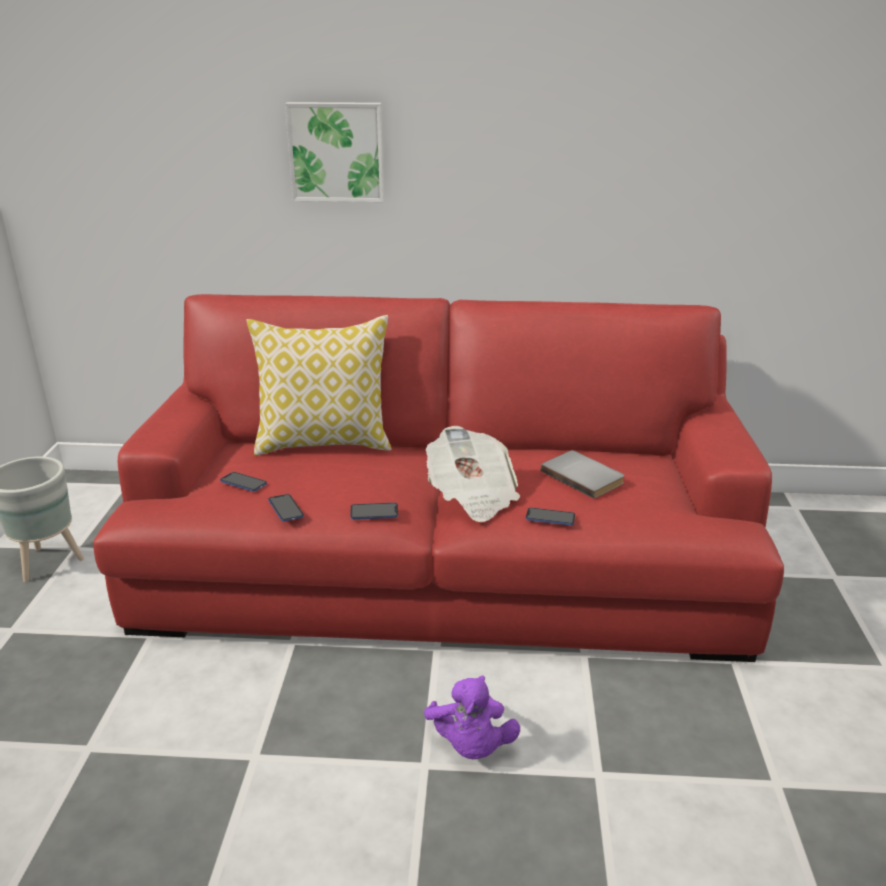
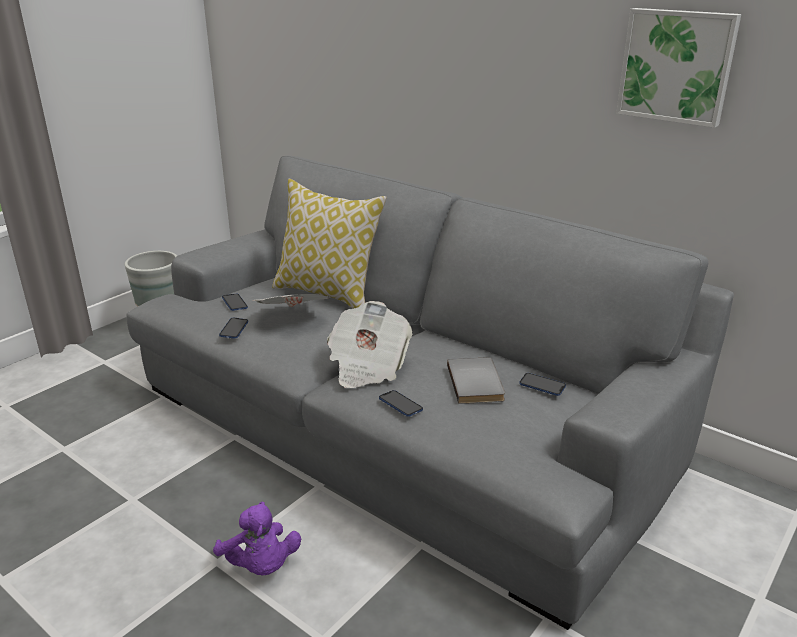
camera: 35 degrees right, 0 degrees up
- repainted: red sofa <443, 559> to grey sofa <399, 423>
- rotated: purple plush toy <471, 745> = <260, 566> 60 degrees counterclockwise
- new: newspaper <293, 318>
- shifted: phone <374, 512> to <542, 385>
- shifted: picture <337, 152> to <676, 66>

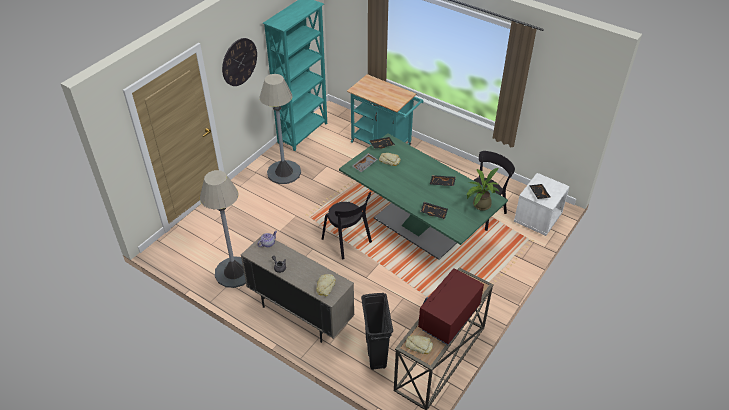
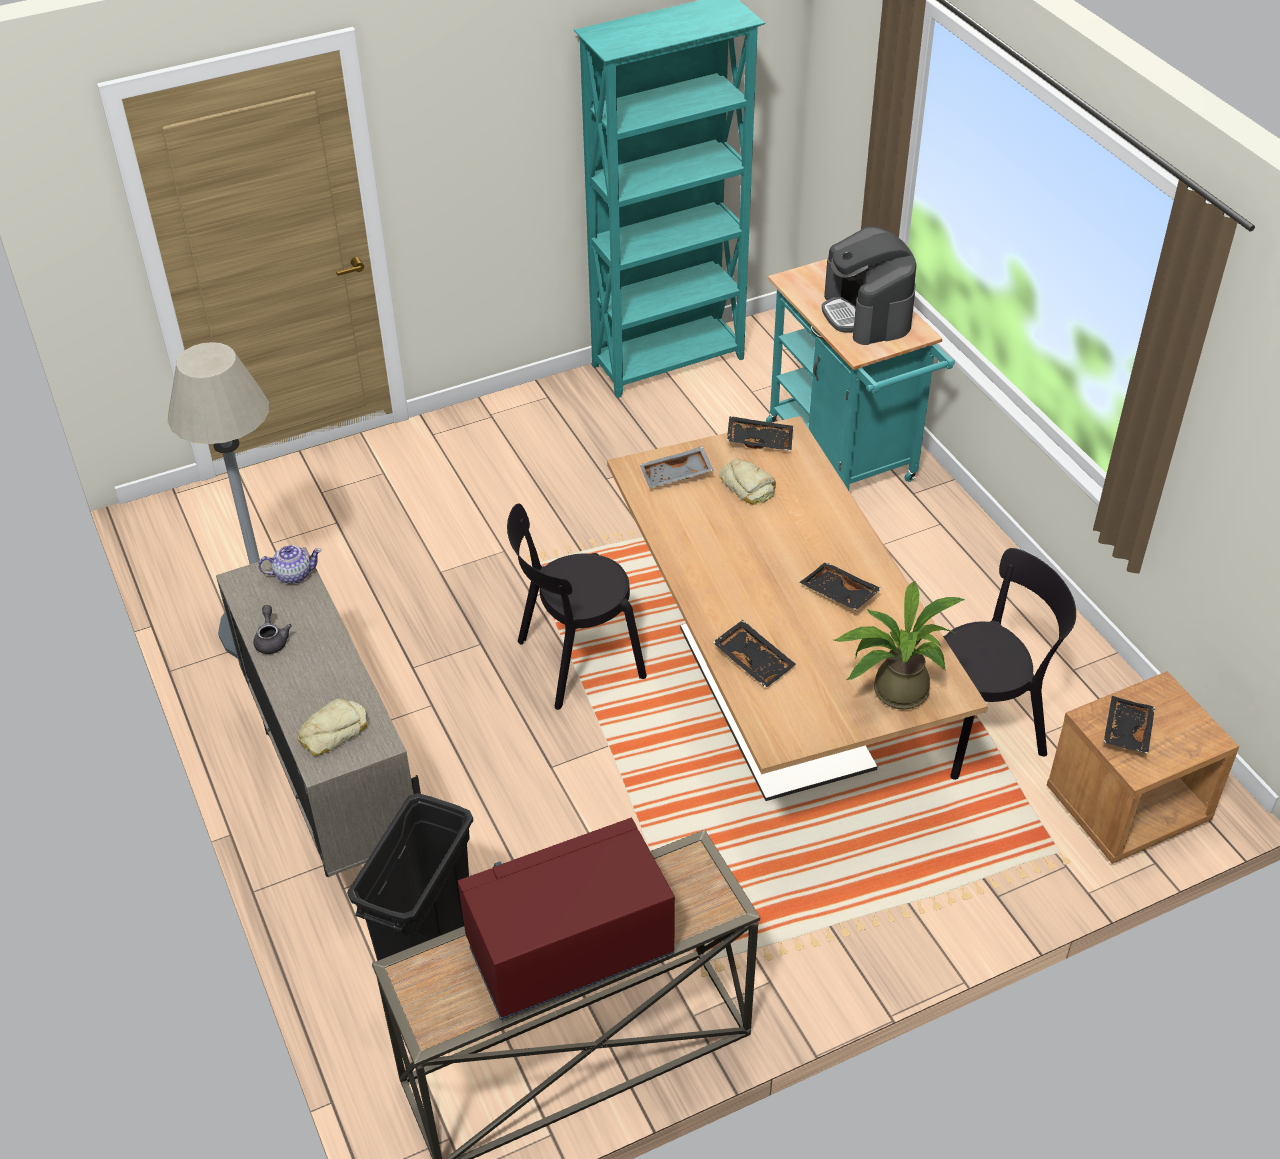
camera: 30 degrees right, 0 degrees up
- rotated: black chair <348, 242> = <575, 661> 75 degrees clockwise
- repainted: green dining table <418, 228> to beige dining table <774, 697>
- new: coffee machine <867, 314>
- repainted: white nightstand <537, 219> to brown nightstand <1126, 808>
- gone: wall clock <239, 62>
- gone: grey floor lamp <284, 172>
- gone: bread <419, 345>

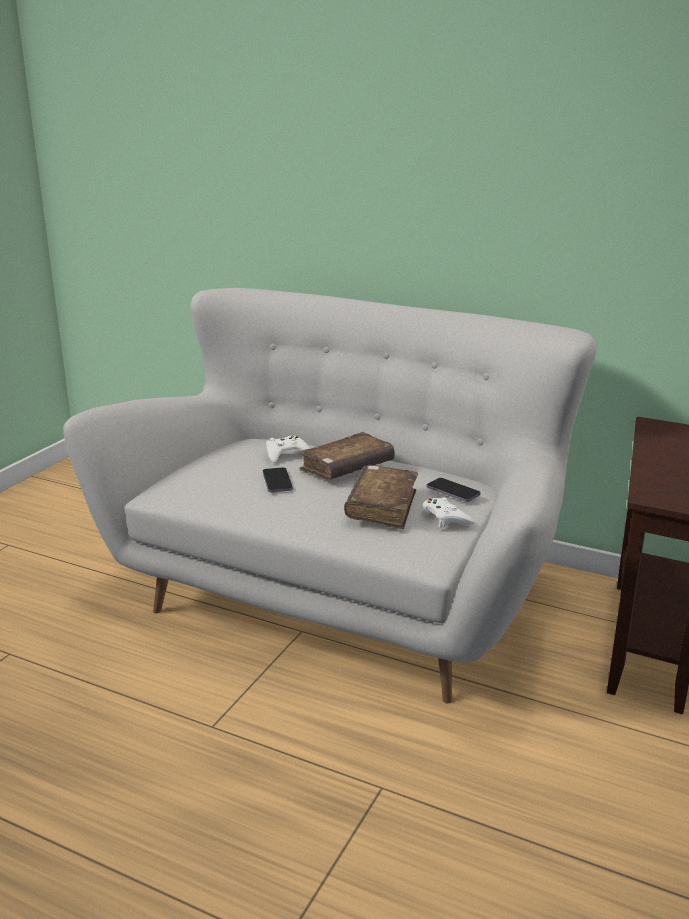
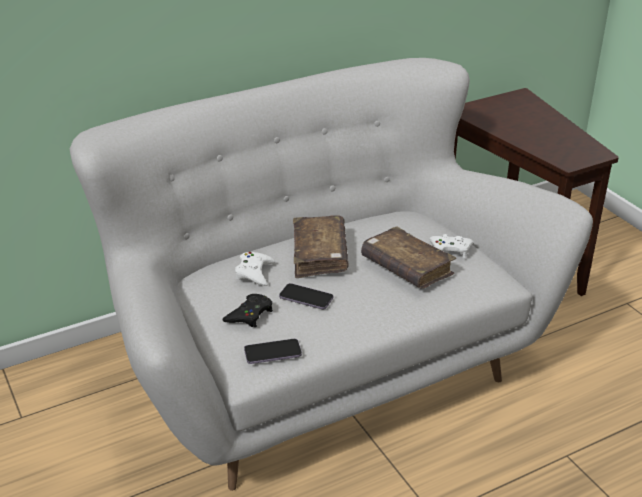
camera: 55 degrees left, 10 degrees up
- new: black game controller <249, 315>
- shifted: phone <453, 491> to <272, 353>

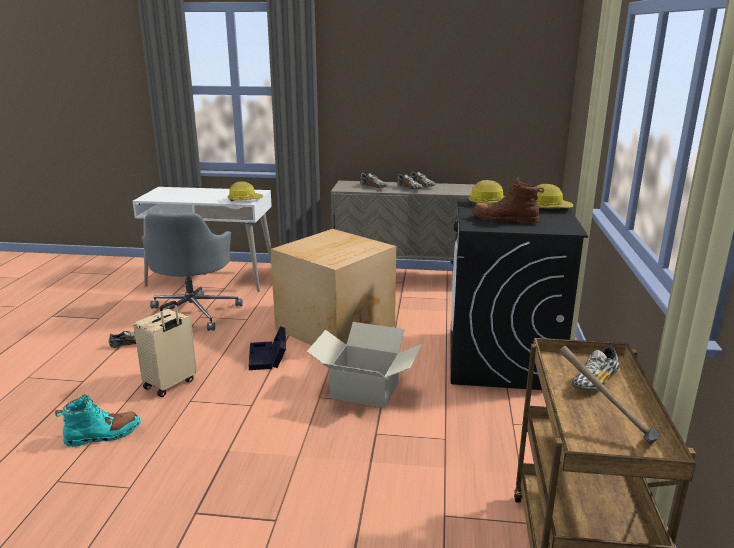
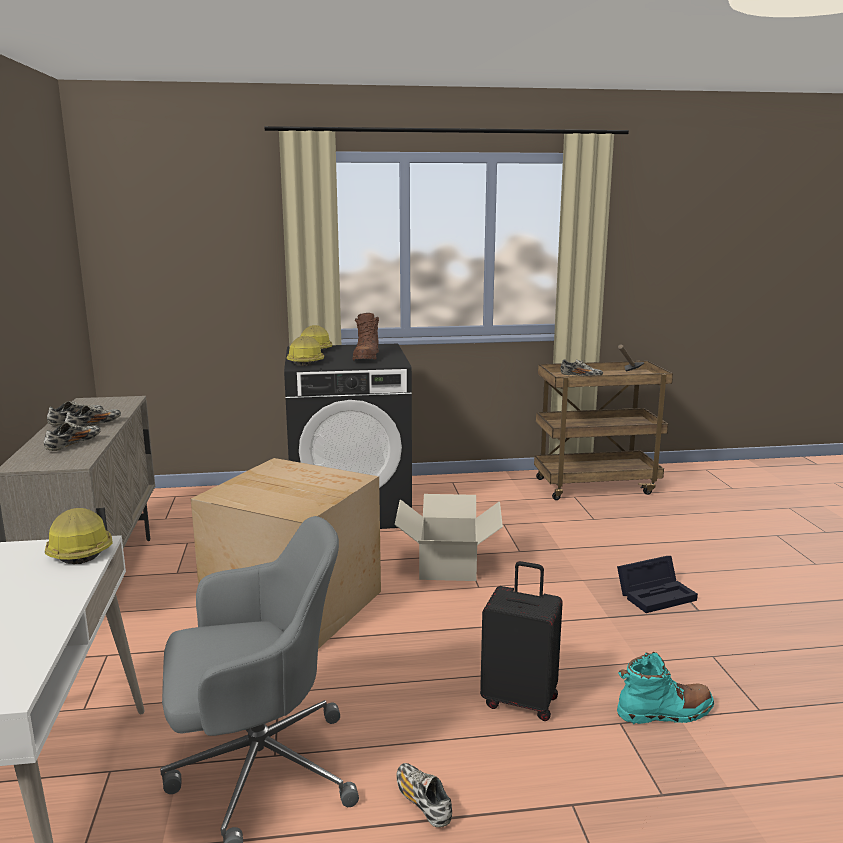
camera: 105 degrees left, 5 degrees down
- repainted: beige suitcase <171, 384> to black suitcase <520, 700>
- shifted: black storage box <268, 358> to <656, 594>
- rotated: turquoise boot <103, 435> = <665, 712> 120 degrees clockwise

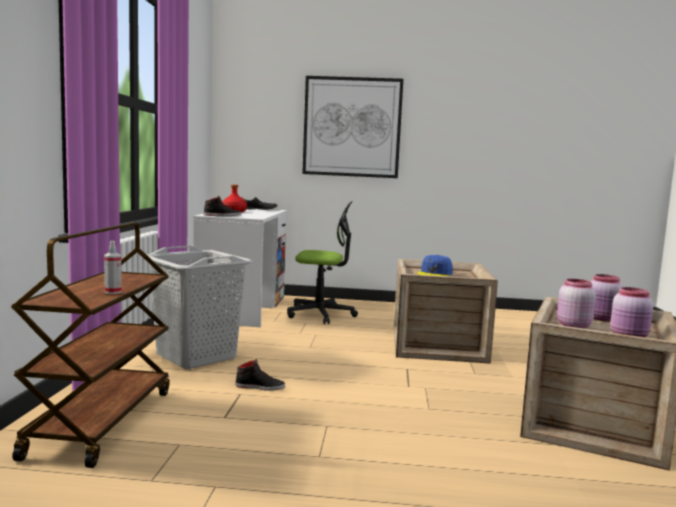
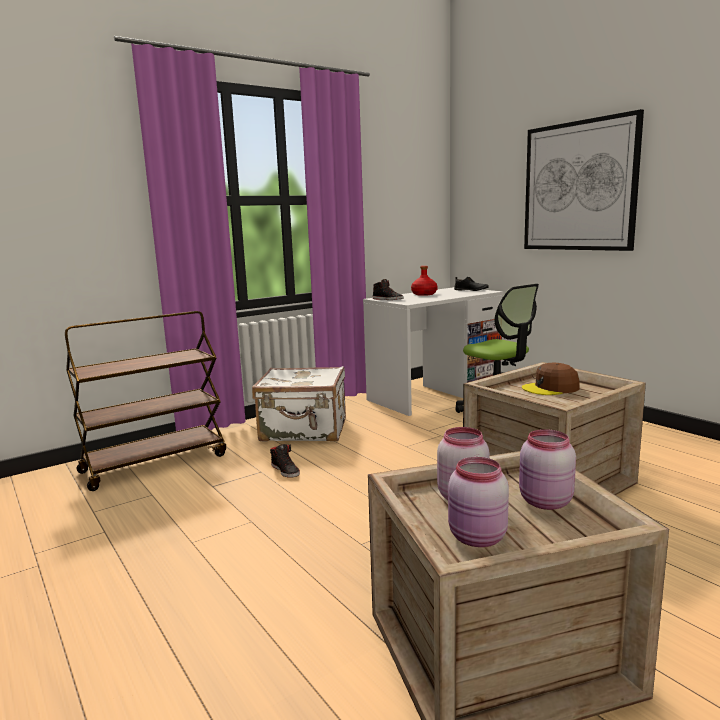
camera: 50 degrees right, 5 degrees up
- swapped: grey laundry basket <196, 356> to white suitcase <304, 431>
- repainted: blue cap <435, 273> to brown cap <551, 388>
- gone: spray bottle <113, 292>

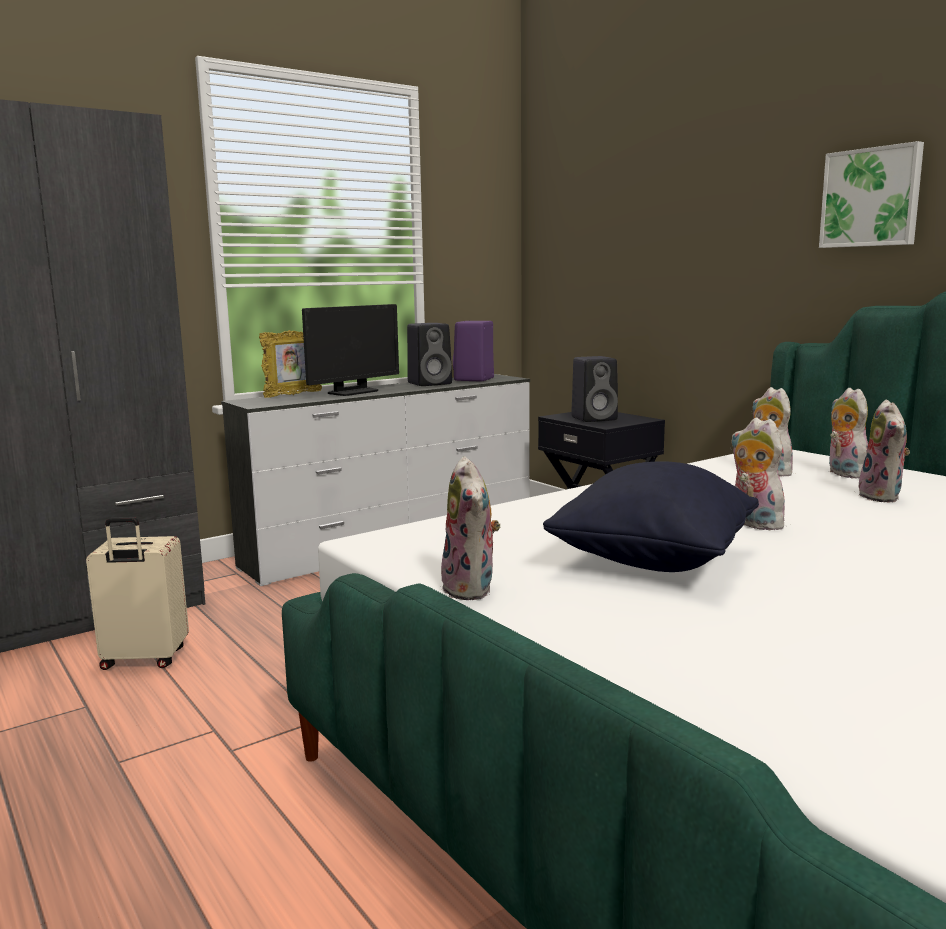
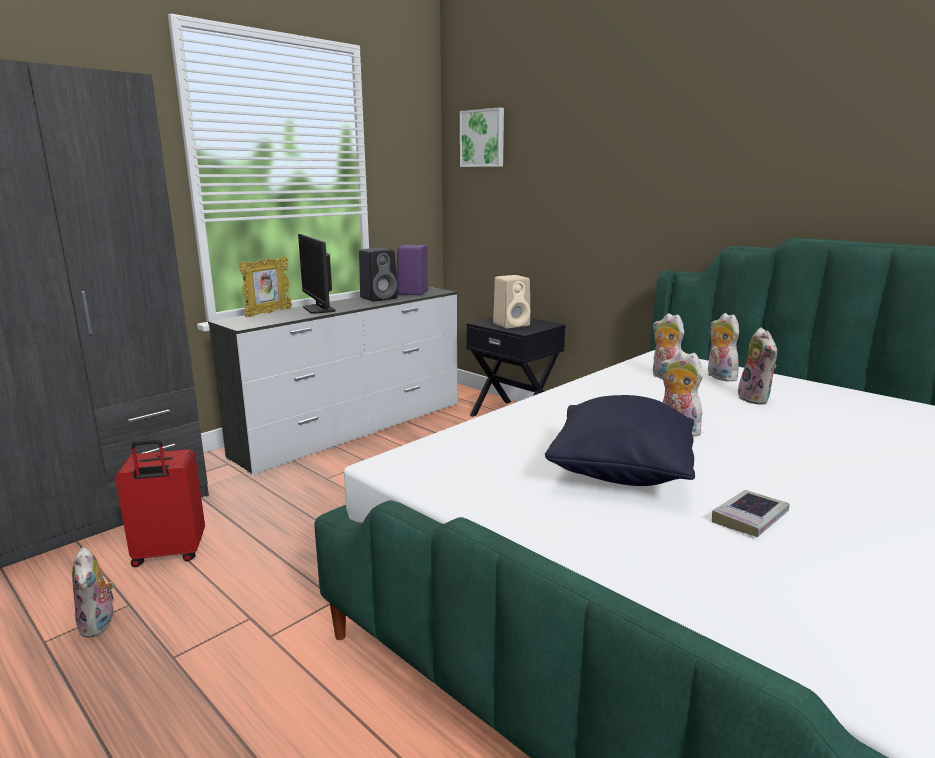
camera: 10 degrees left, 5 degrees up
- shifted: plush toy <472, 589> to <99, 624>
- repainted: beige suitcase <144, 660> to red suitcase <169, 554>
- rotated: monitor <353, 392> = <319, 309> 120 degrees clockwise
- shifted: picture <871, 198> to <483, 138>
- repainted: black speaker <595, 418> to beige speaker <512, 324>
- new: book <750, 518>

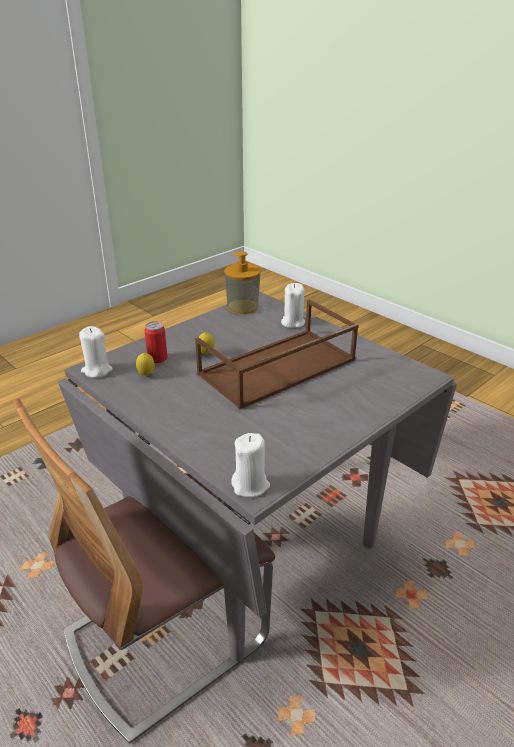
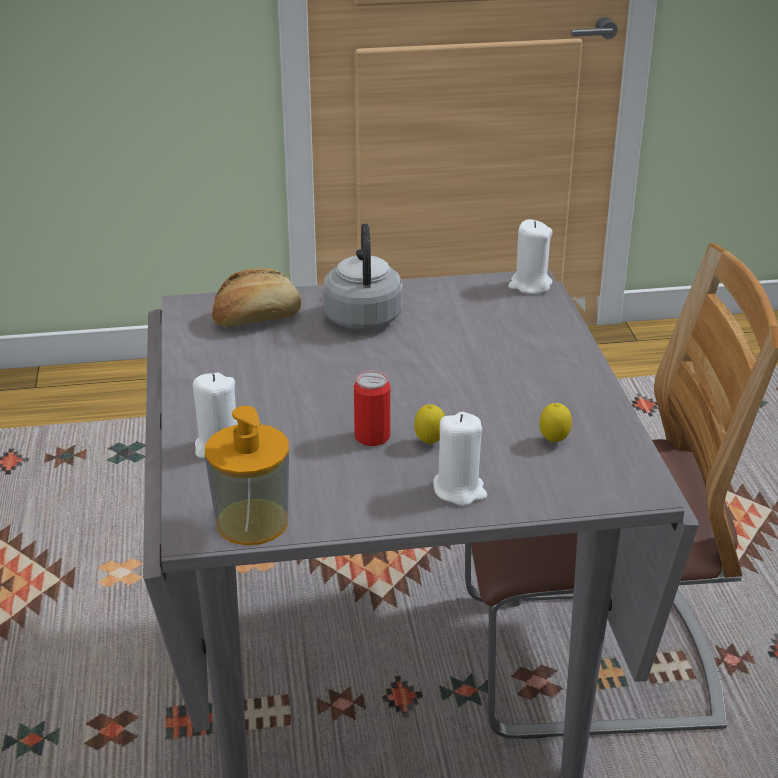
camera: 145 degrees left, 0 degrees up
- new: bread <256, 318>
- new: grey kettle <363, 316>
- shifted: can <157, 358> to <372, 437>
- shifted: white candle <97, 370> to <459, 490>
- gone: brown tray <277, 368>

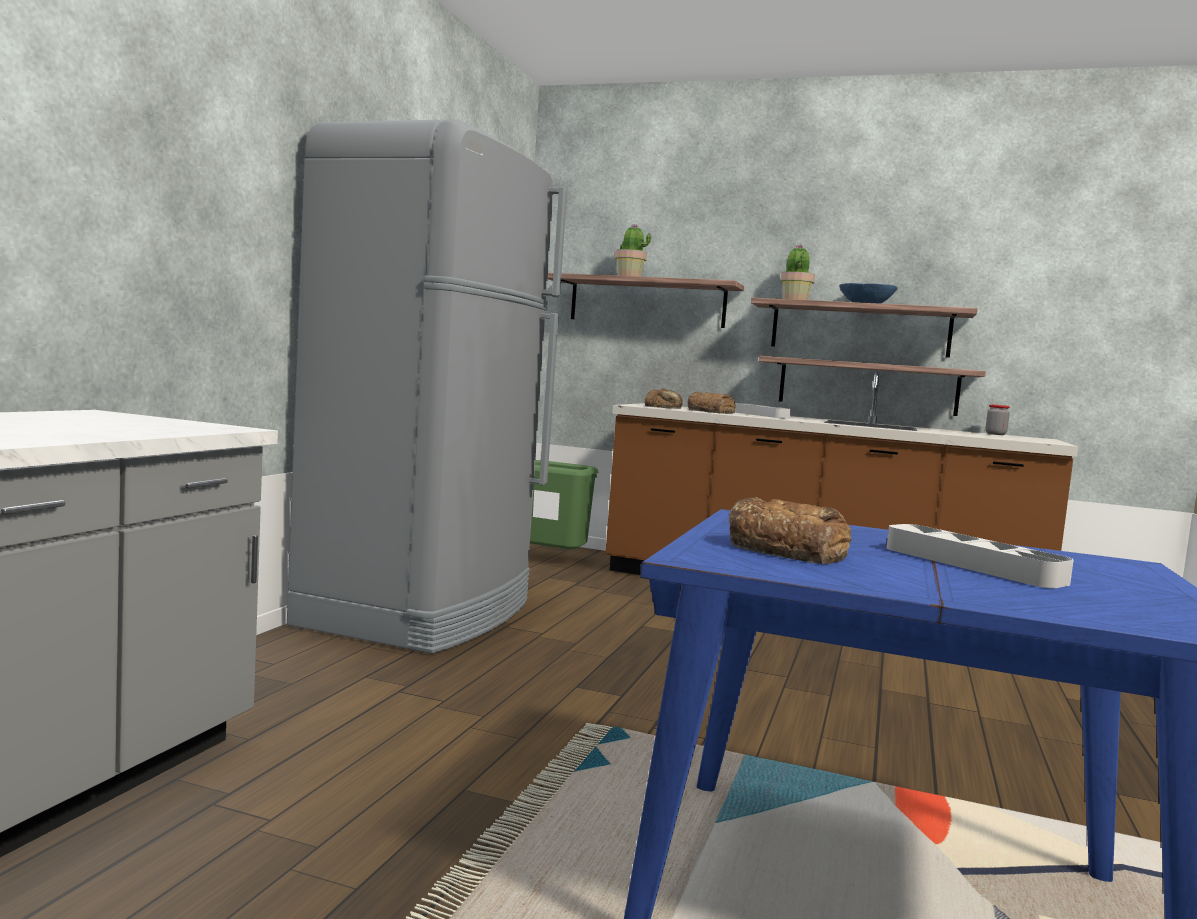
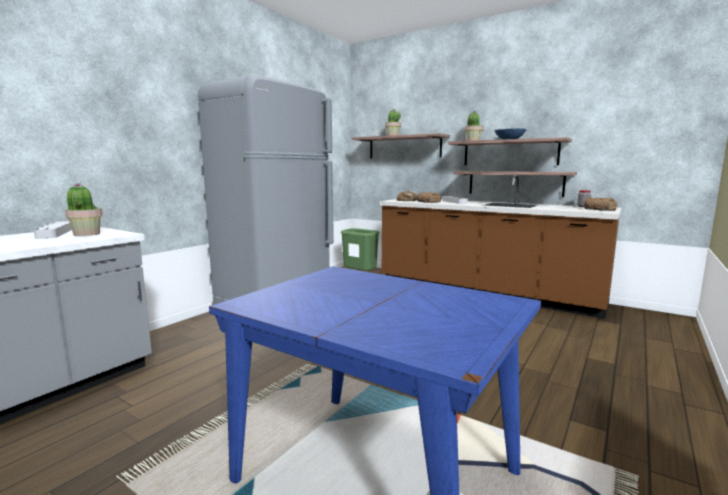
camera: 15 degrees right, 5 degrees up
- shifted: grey tray <972, 565> to <55, 233>
- new: potted plant <86, 234>
- shifted: bread <787, 549> to <599, 209>

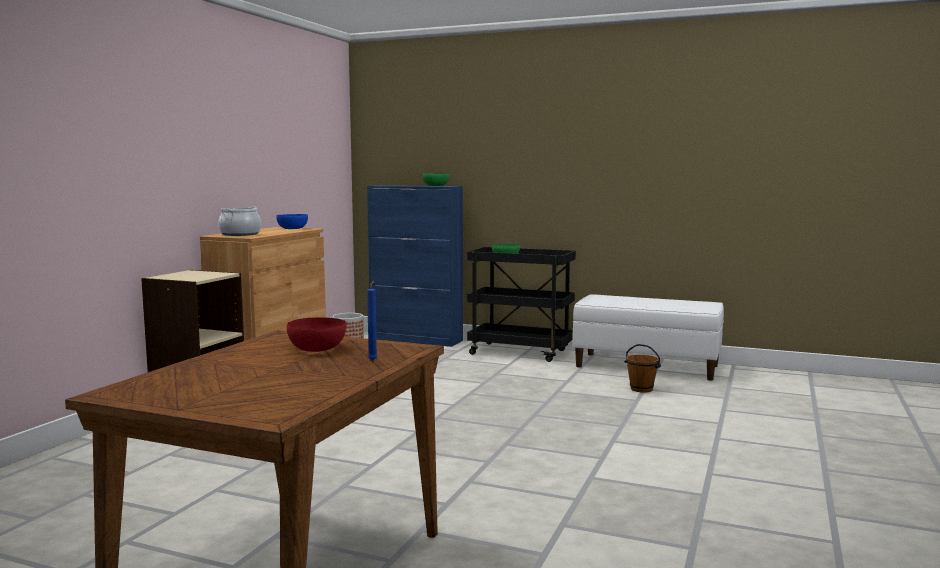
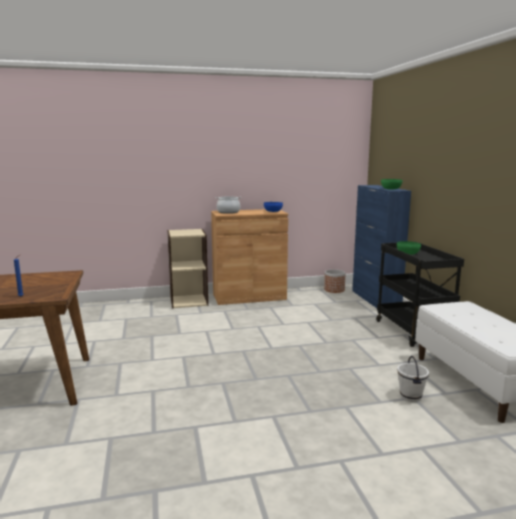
camera: 55 degrees right, 5 degrees up
- repainted: brown bucket <641, 389> to white bucket <411, 397>
- gone: red bowl <317, 348>

